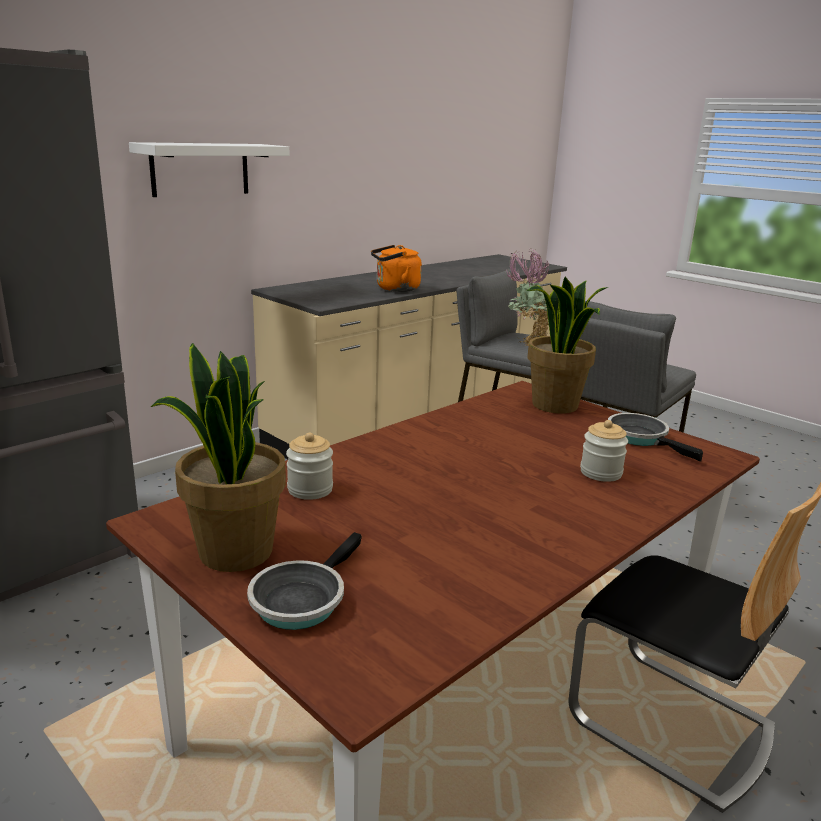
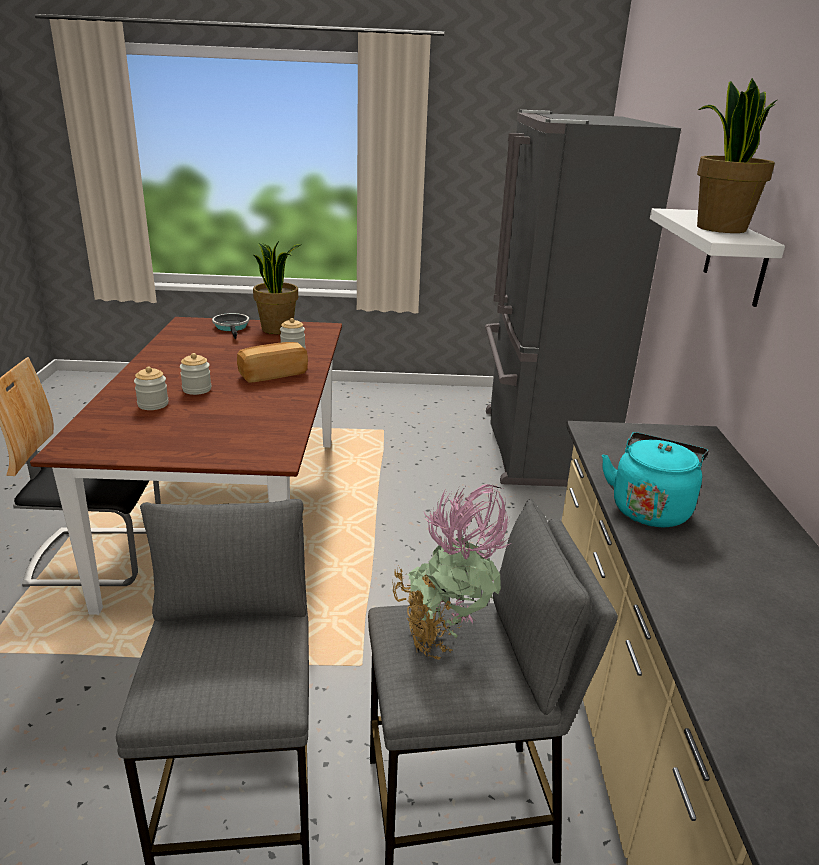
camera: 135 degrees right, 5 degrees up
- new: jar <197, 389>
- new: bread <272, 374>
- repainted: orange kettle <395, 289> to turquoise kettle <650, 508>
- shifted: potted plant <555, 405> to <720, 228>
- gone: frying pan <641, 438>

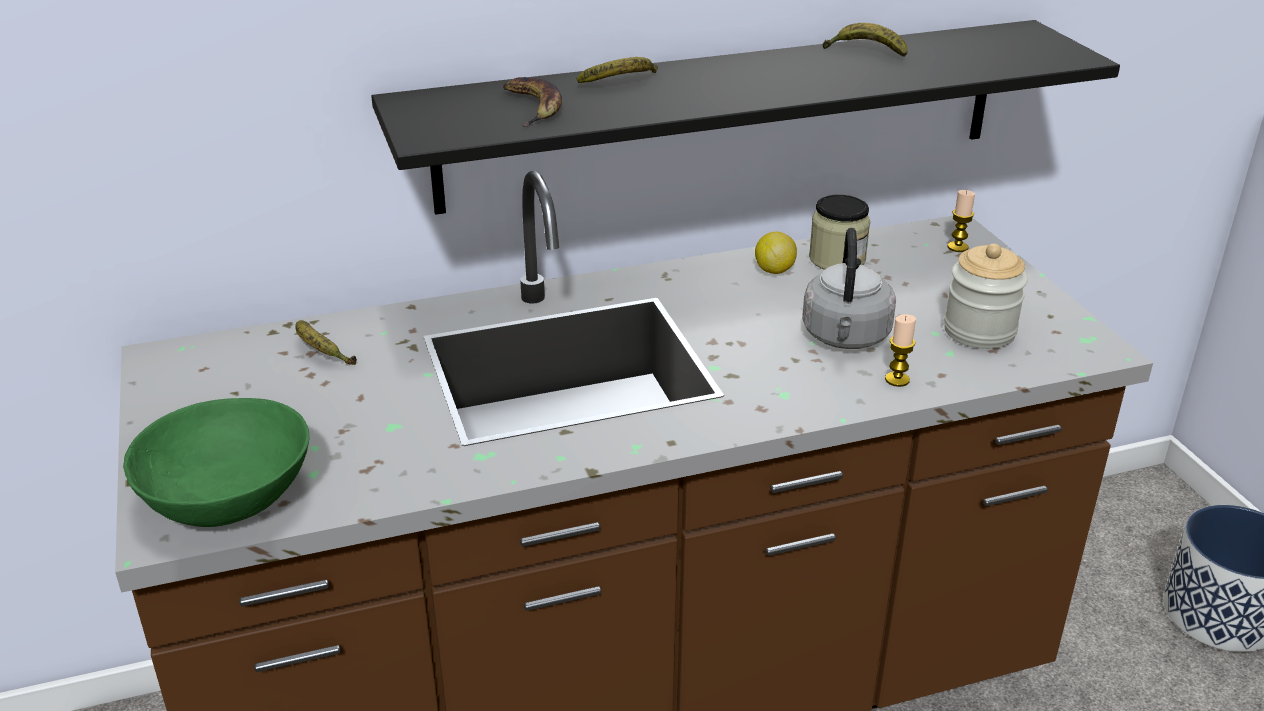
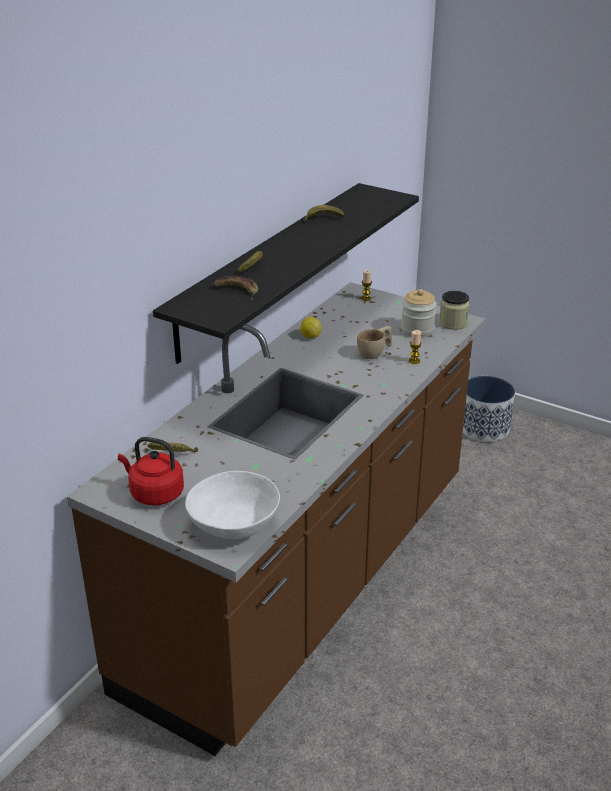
camera: 40 degrees left, 0 degrees up
- new: red kettle <154, 493>
- repainted: green bowl <230, 497> to white bowl <235, 523>
- swapped: grey kettle <845, 338> to beige cup <375, 353>
- shifted: jar <837, 259> to <453, 323>

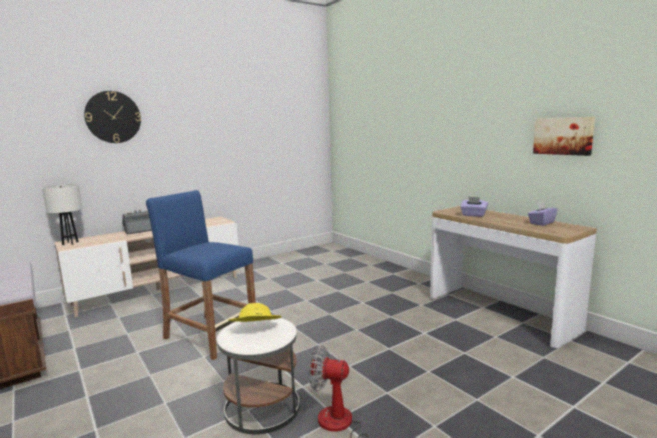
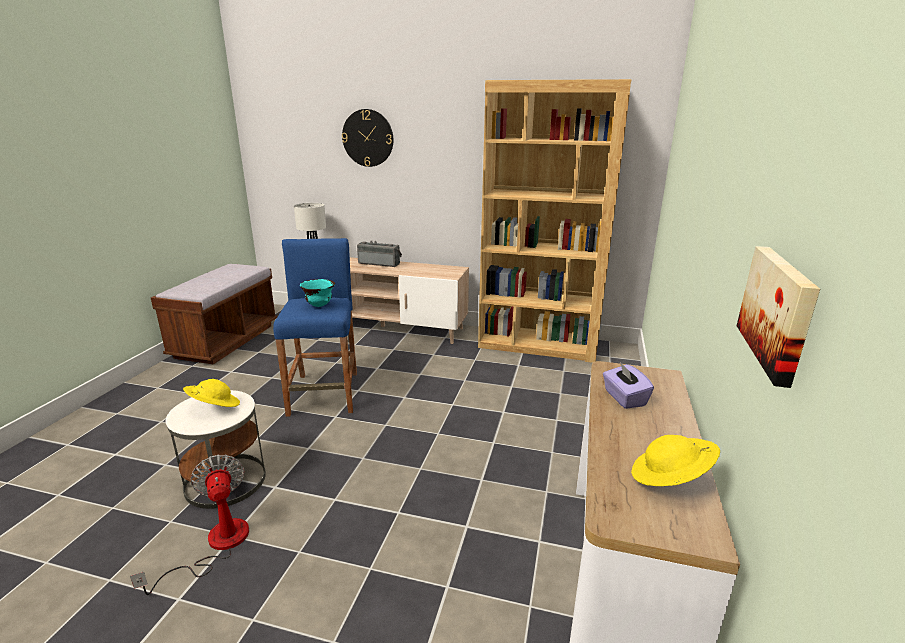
camera: 50 degrees right, 10 degrees up
- new: turquoise bowl <319, 305>
- new: brown bookcase <538, 345>
- swapped: purple tissue box <541, 223> to yellow hat <670, 479>

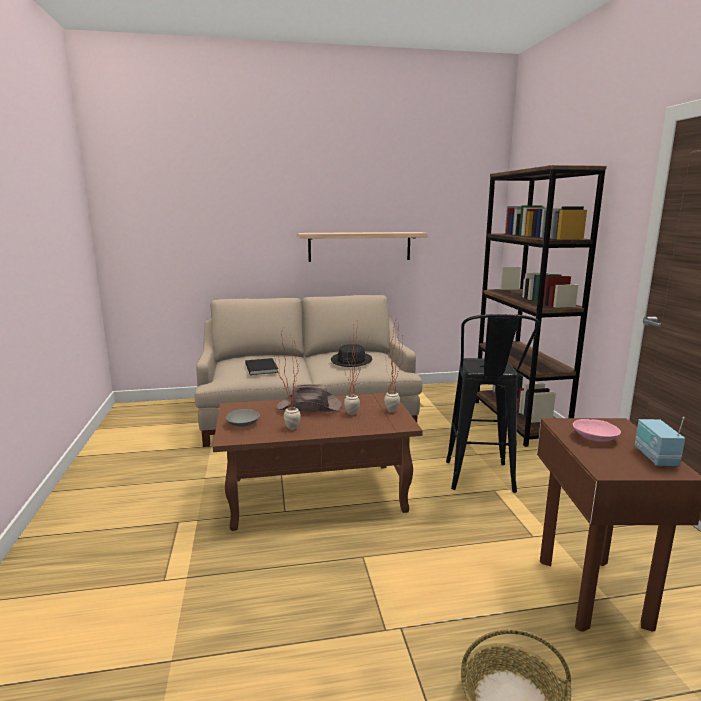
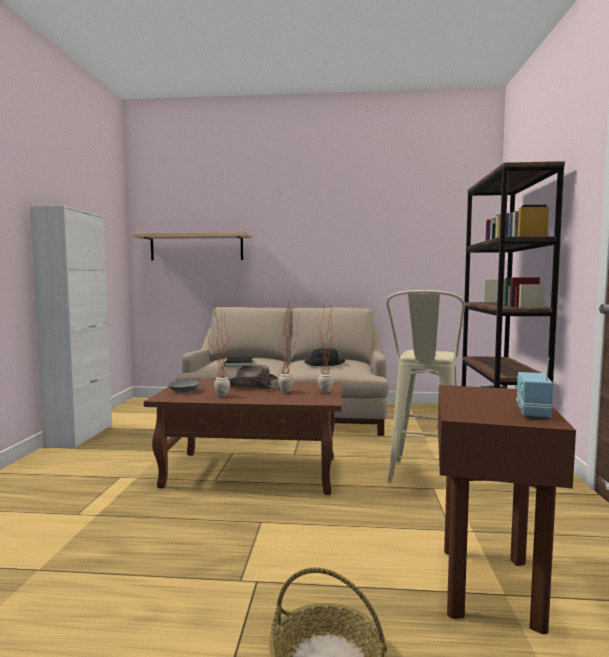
camera: 15 degrees right, 10 degrees down
- new: white cabinet <80, 436>
- shifted: shelf <359, 246> to <196, 247>
- repainted: black stool <481, 483> to beige stool <423, 481>
- gone: pink bowl <595, 437>

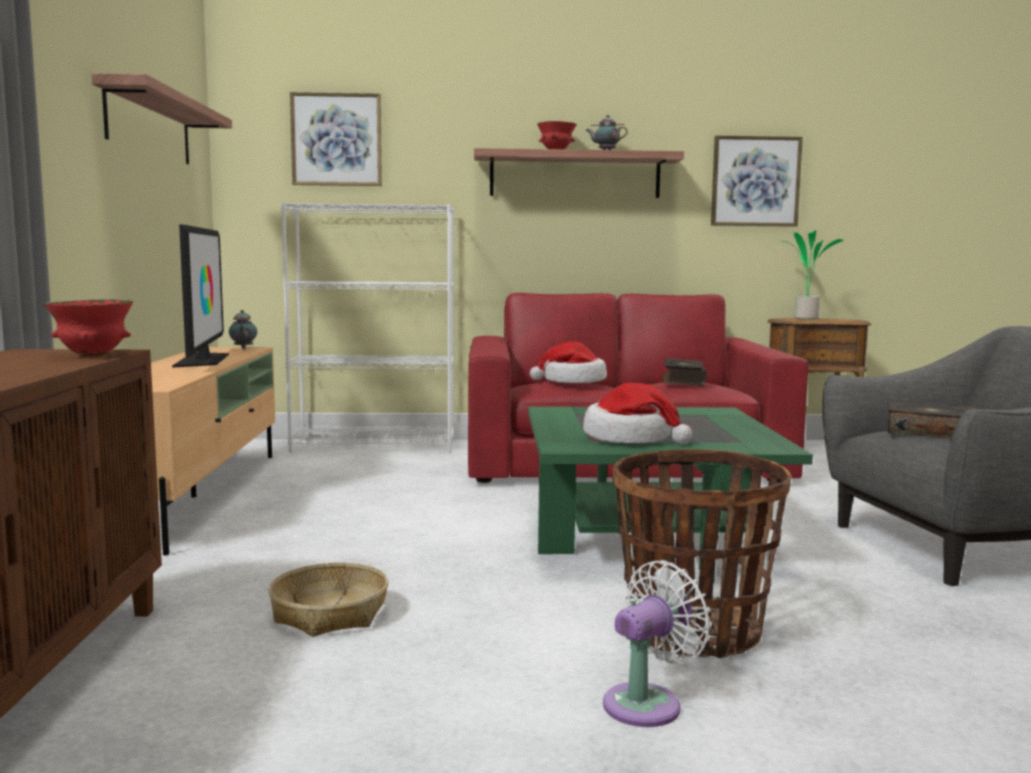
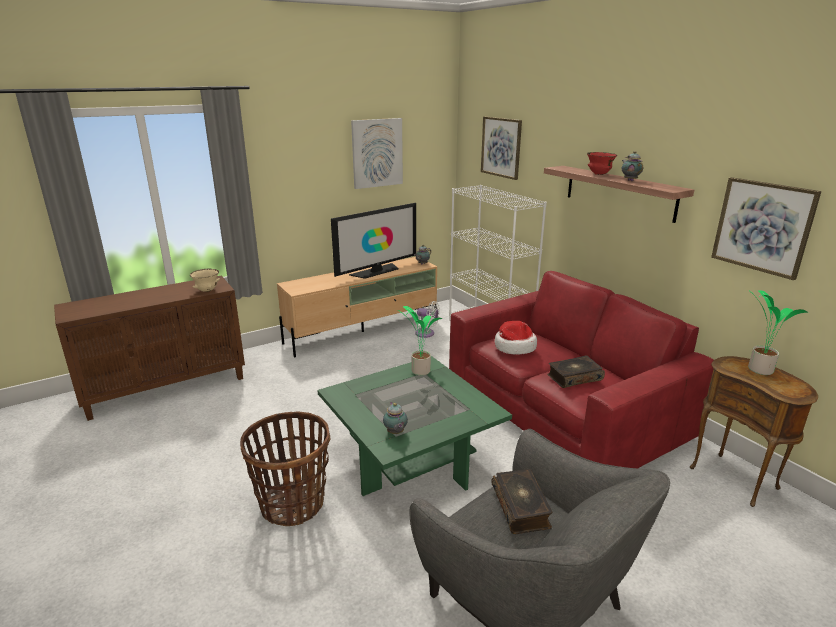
camera: 60 degrees right, 15 degrees up
- repainted: red bowl <93, 356> to beige bowl <207, 291>
- swapped: shelf <149, 126> to picture <377, 153>
- new: teapot <395, 433>
- new: potted plant <419, 371>
- shifted: white fan <648, 703> to <427, 333>
- gone: basket <330, 613>
- gone: hat <630, 438>

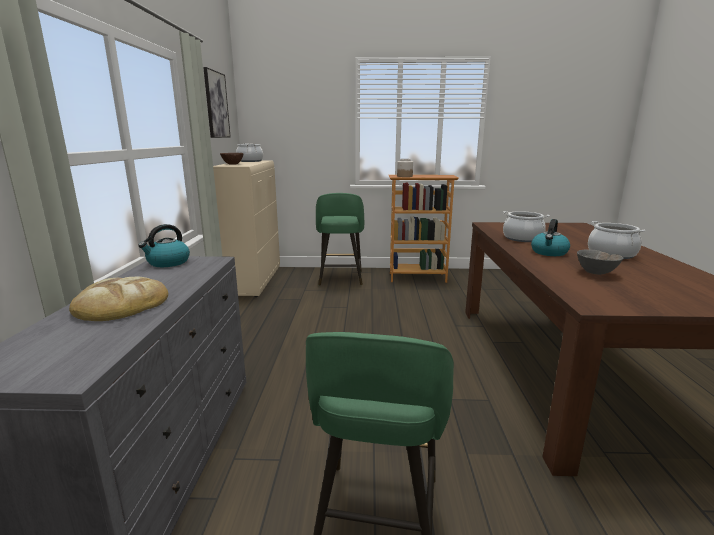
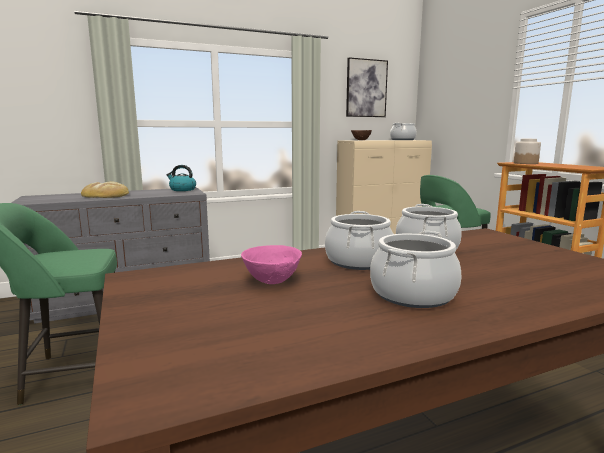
camera: 65 degrees right, 5 degrees down
- repainted: grey bowl <596, 273> to pink bowl <272, 282>
- swapped: kettle <549, 252> to cooking pot <359, 261>

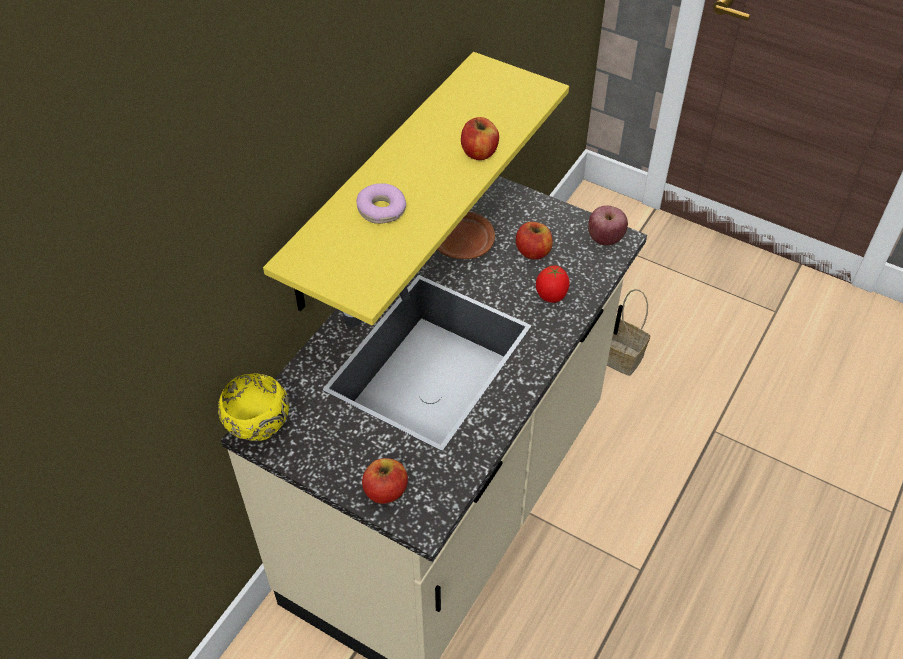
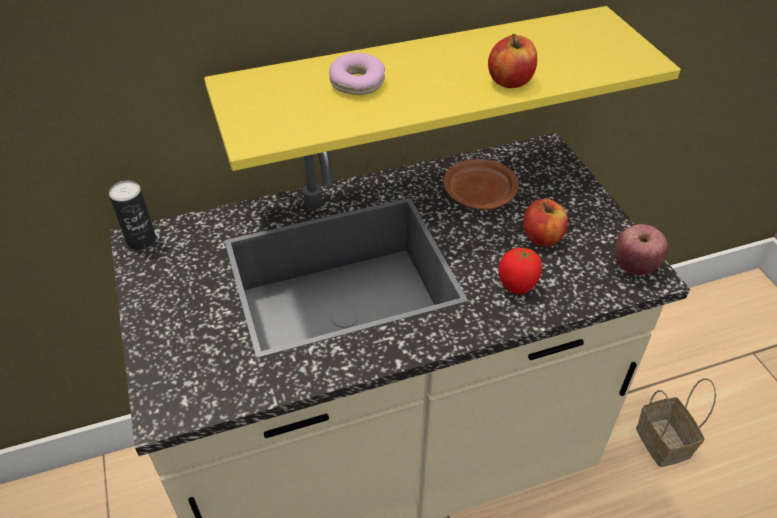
camera: 40 degrees right, 5 degrees down
- swapped: yellow bowl <258, 430> to can <141, 240>
- gone: apple <385, 490>

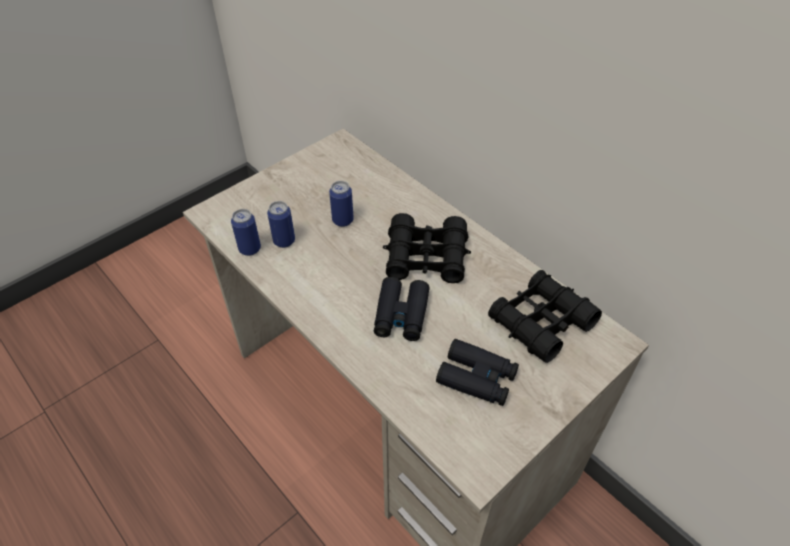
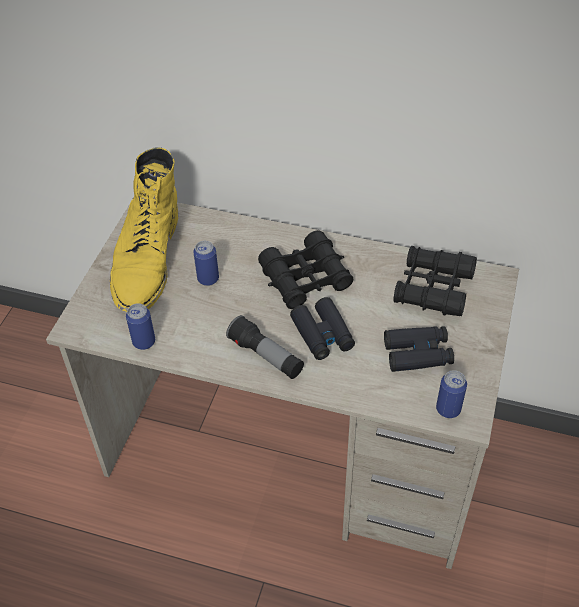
camera: 30 degrees left, 0 degrees up
- new: yellow boot <147, 260>
- new: flashlight <266, 356>
- shifted: can <284, 241> to <448, 409>

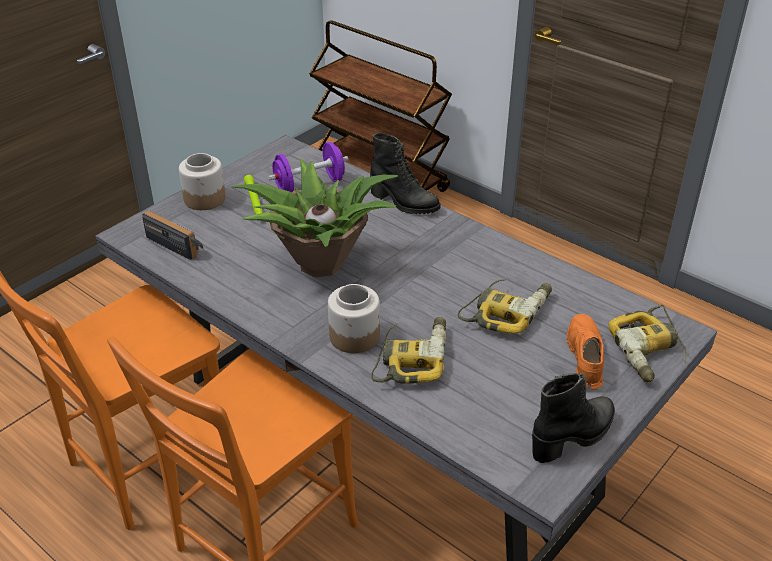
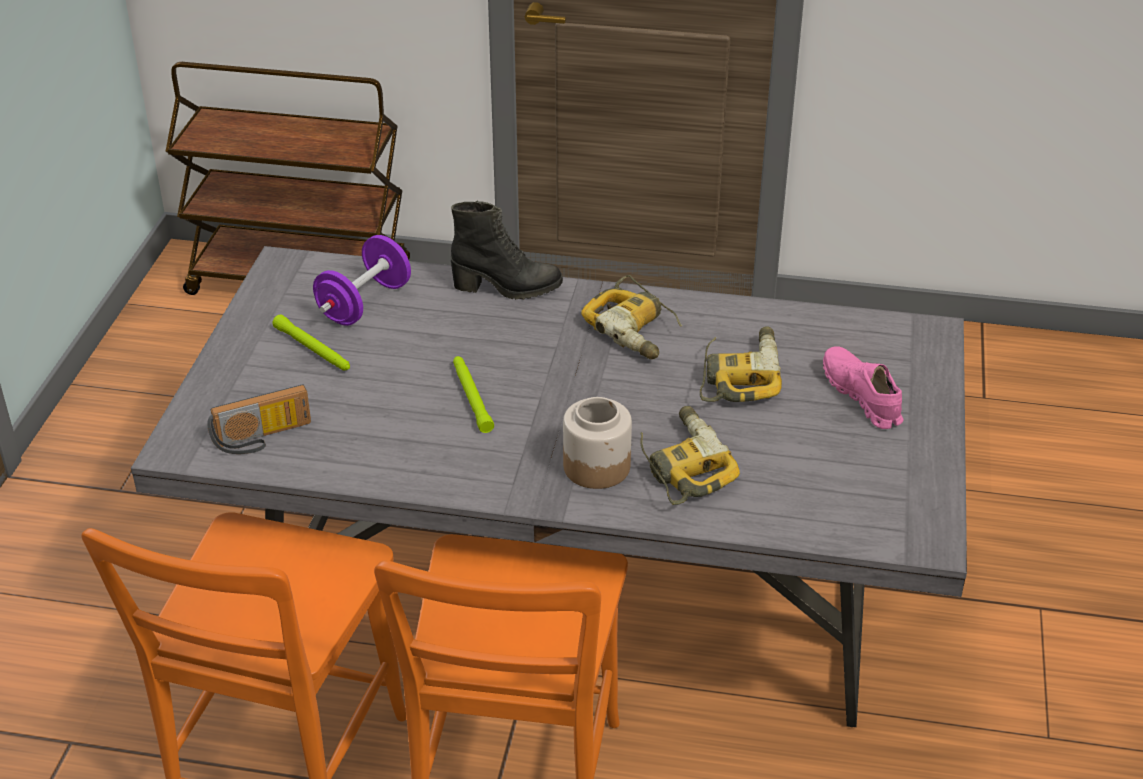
camera: 30 degrees left, 0 degrees up
- rotated: radio <178, 244> = <263, 438> 150 degrees clockwise
- swapped: potted plant <318, 263> to green flashlight <471, 397>
- shifted: power drill <649, 351> to <636, 329>
- repainted: orange shoe <584, 358> to pink shoe <861, 396>
- gone: jar <205, 199>
- gone: black boot <573, 437>

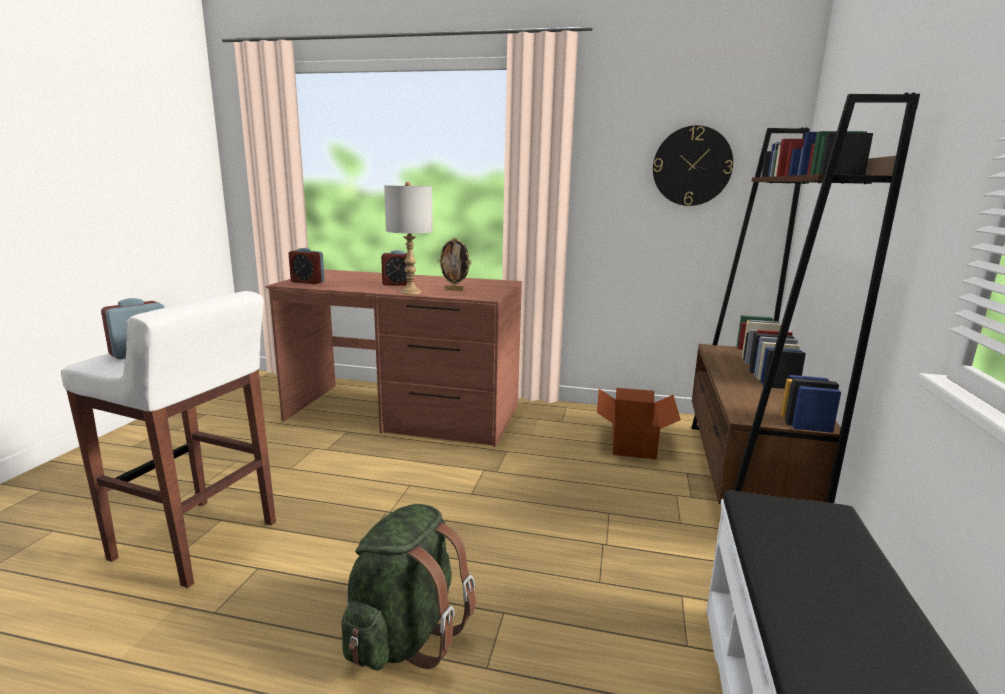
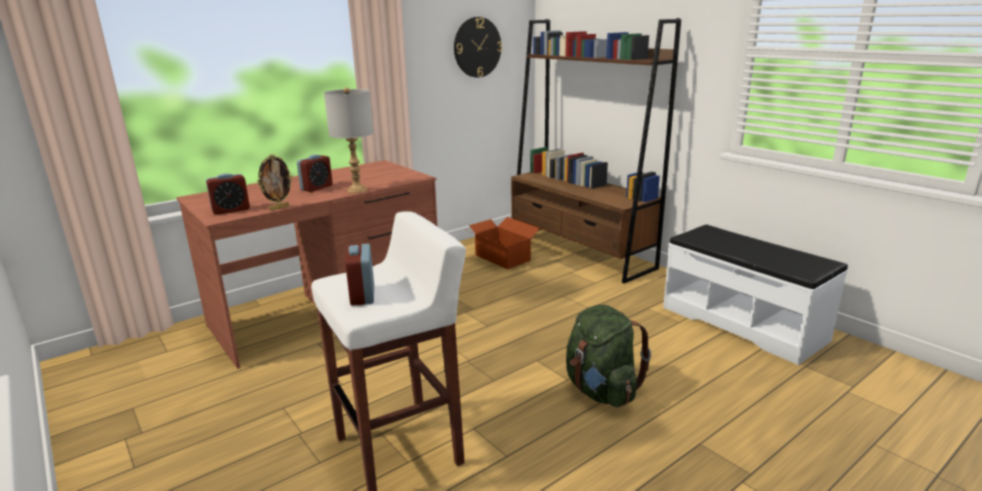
camera: 50 degrees left, 5 degrees up
- shifted: picture frame <454, 289> to <279, 208>

